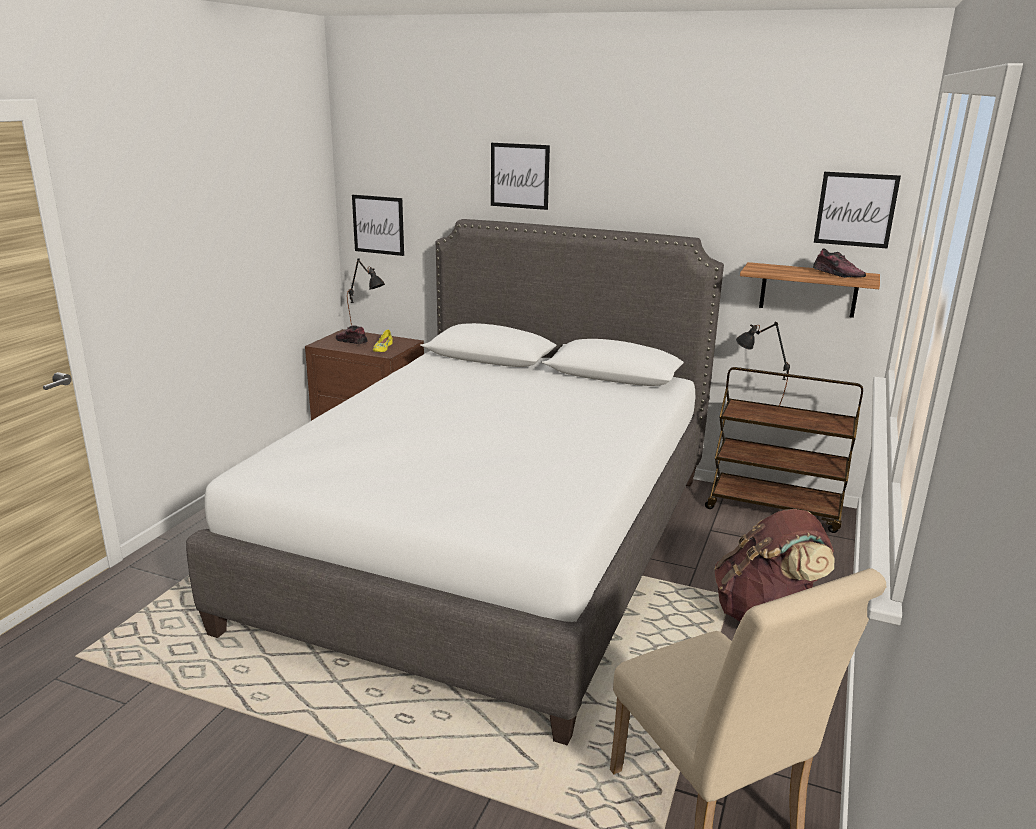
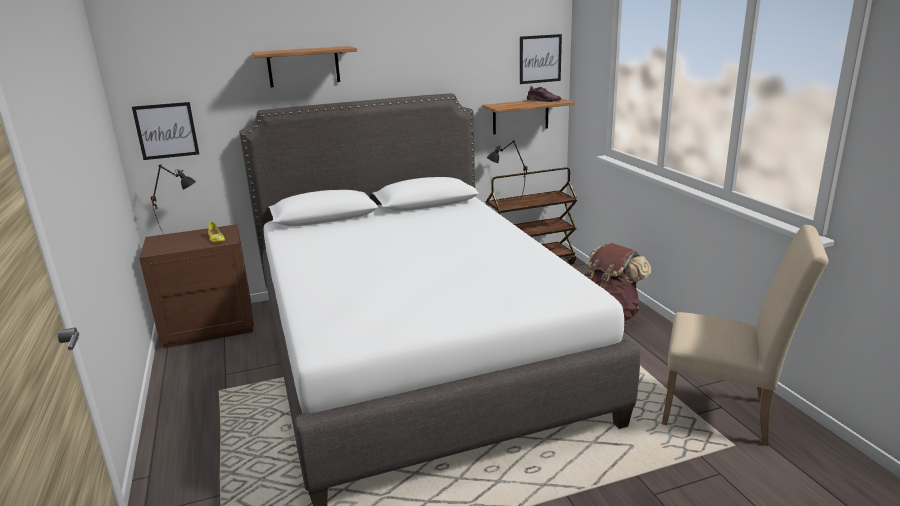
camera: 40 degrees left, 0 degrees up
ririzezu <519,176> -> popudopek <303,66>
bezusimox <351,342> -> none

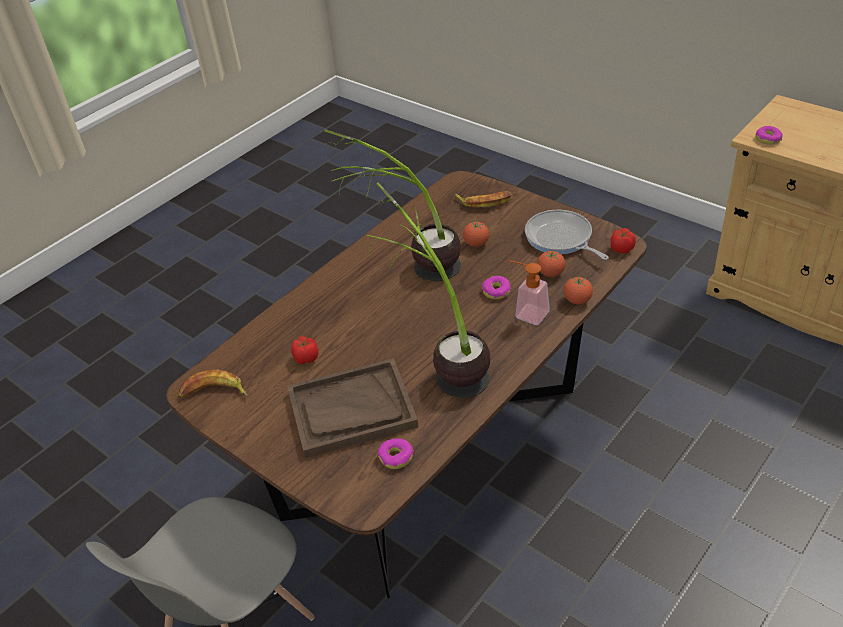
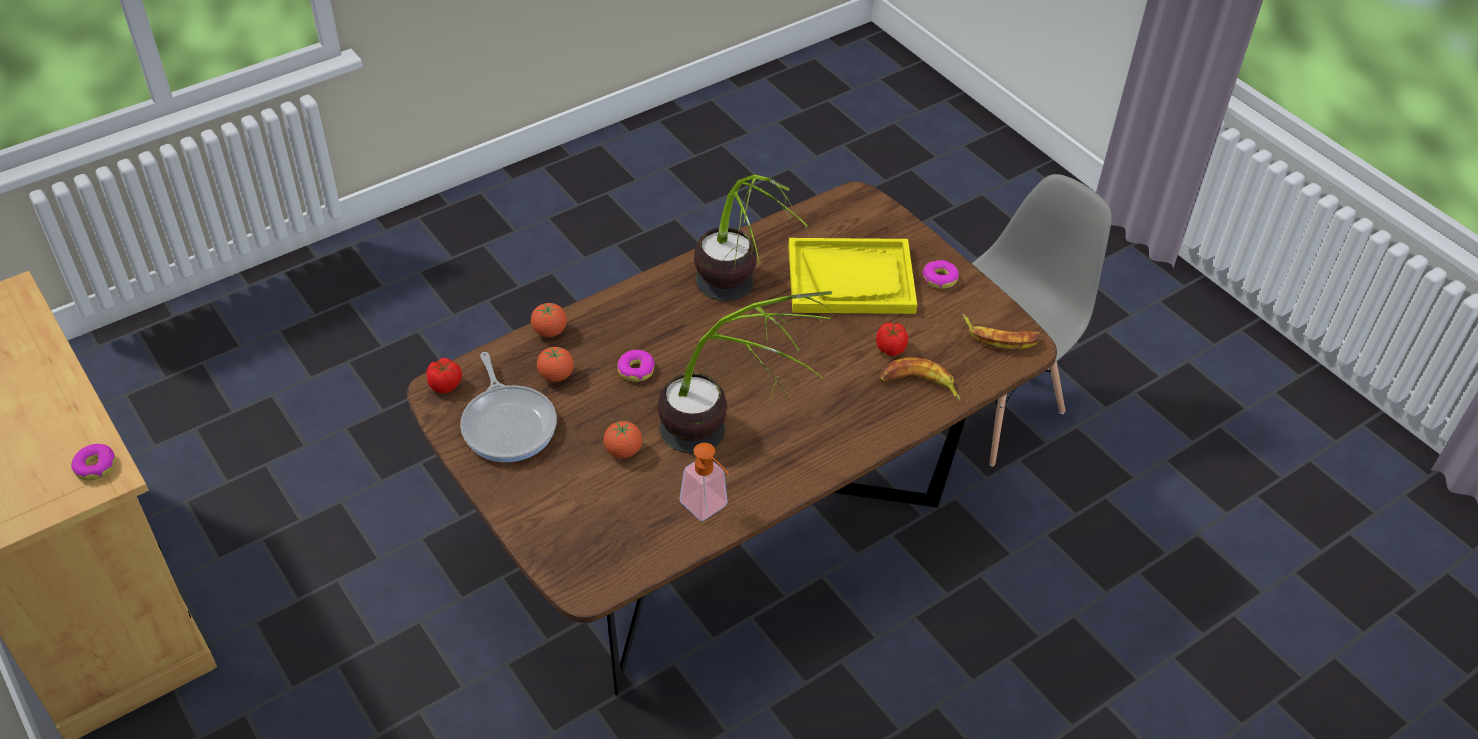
camera: 170 degrees left, 5 degrees up
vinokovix <527,313> -> vinokovix <708,508>, shifted
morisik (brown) <351,410> -> morisik (yellow) <851,279>
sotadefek <484,201> -> sotadefek <919,385>, shifted
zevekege <396,457> -> zevekege <939,278>, shifted

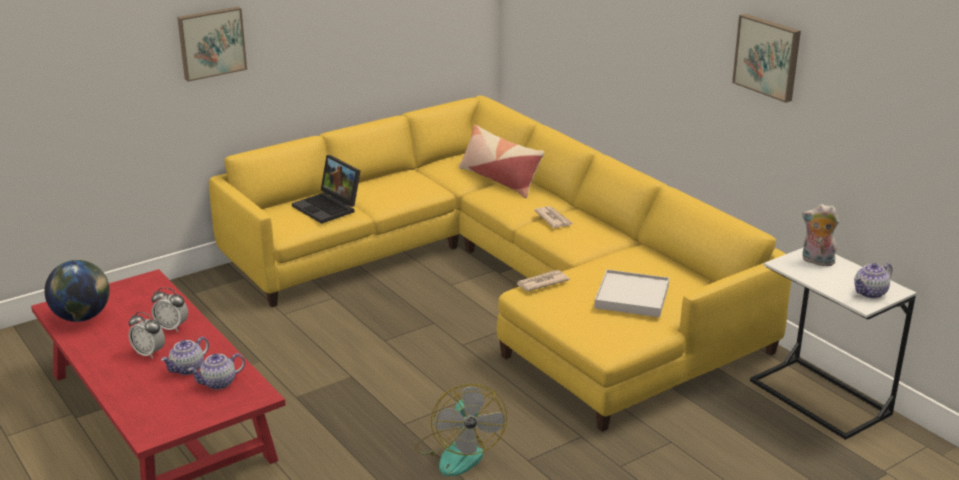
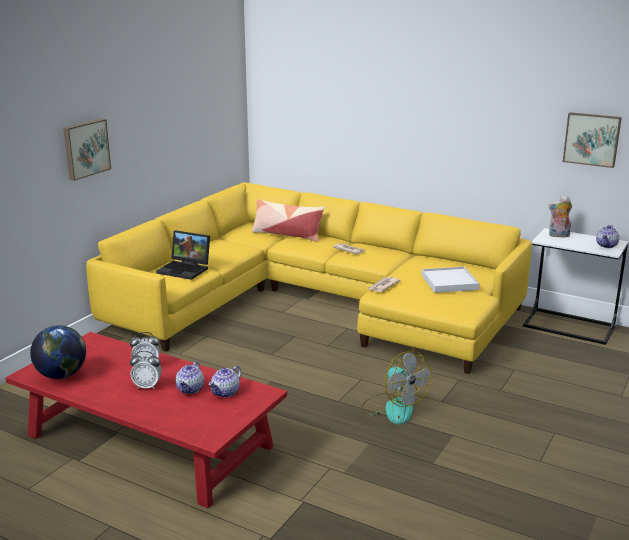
camera: 25 degrees left, 5 degrees down
ririzezu <768,56> -> ririzezu <592,139>, shifted

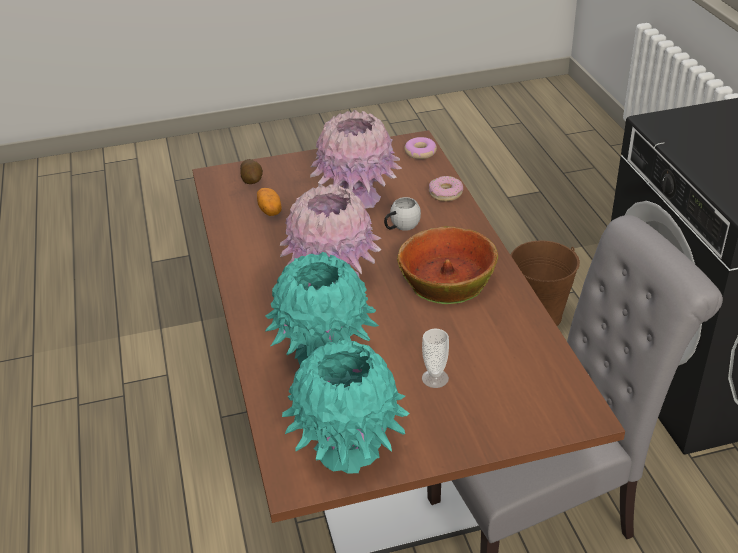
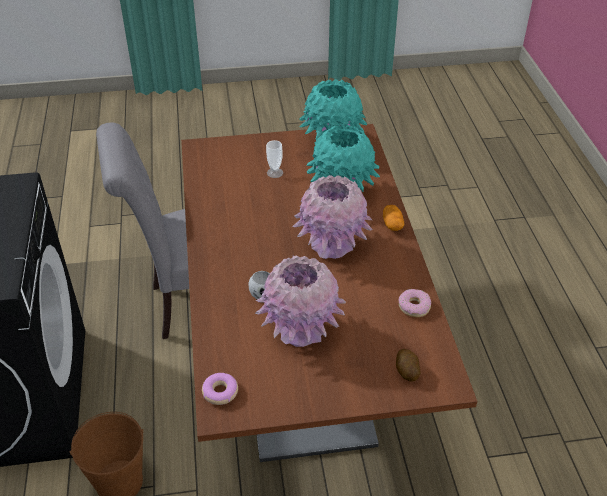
camera: 175 degrees left, 5 degrees up
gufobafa <270,210> -> gufobafa <392,224>, shifted
zevekege <445,193> -> zevekege <414,306>, shifted
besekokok <447,278> -> none

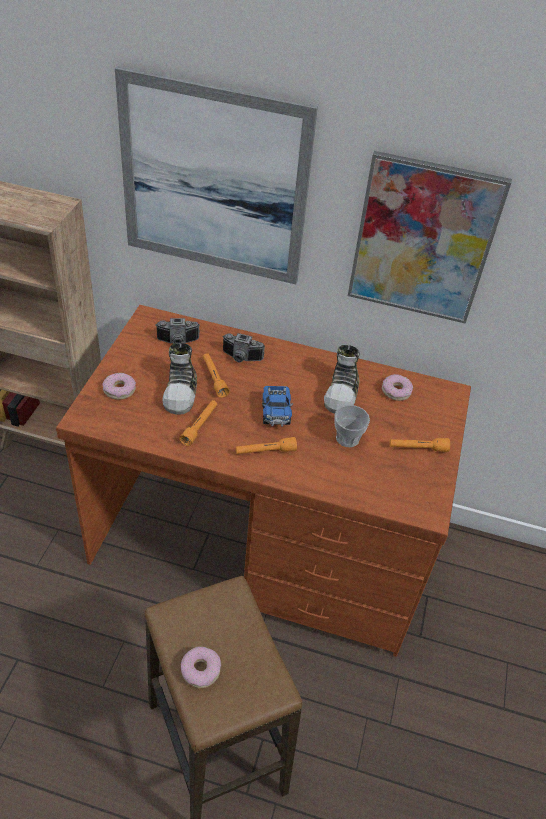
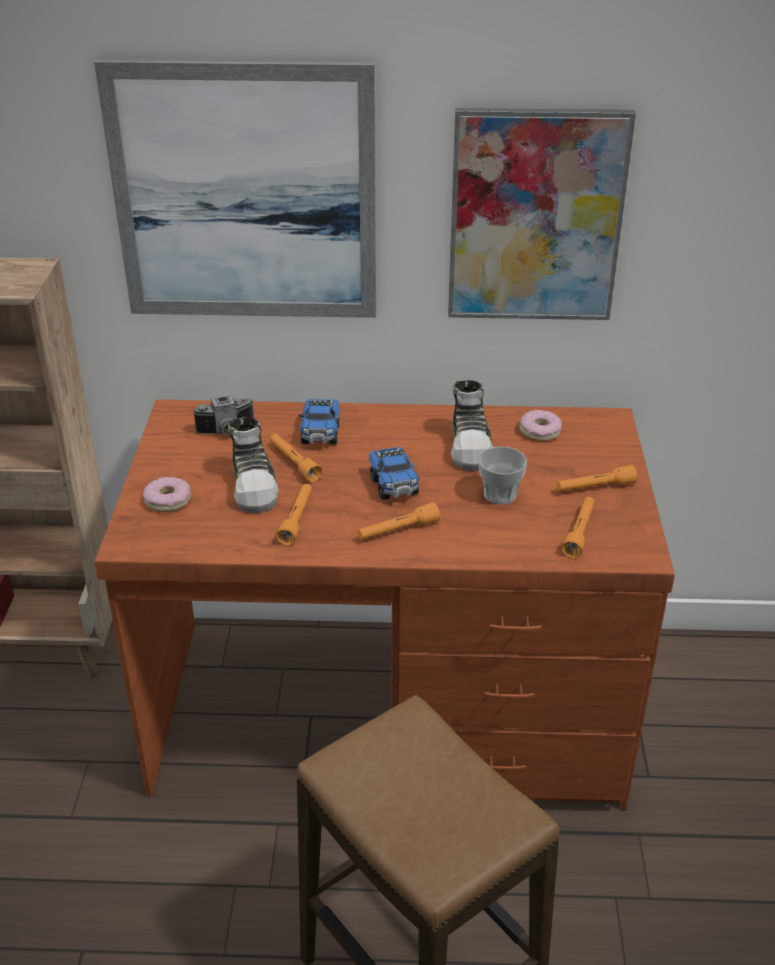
camera: 10 degrees left, 10 degrees down
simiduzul <241,358> -> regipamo <320,434>
none -> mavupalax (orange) <579,532>
zevekege <201,670> -> none

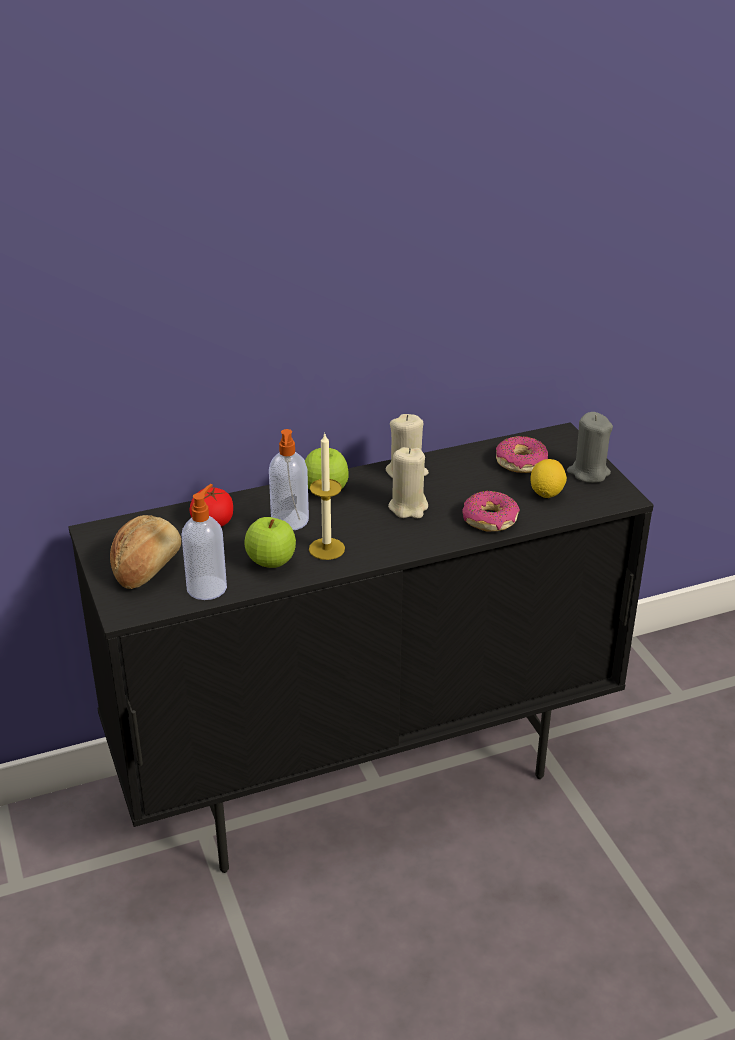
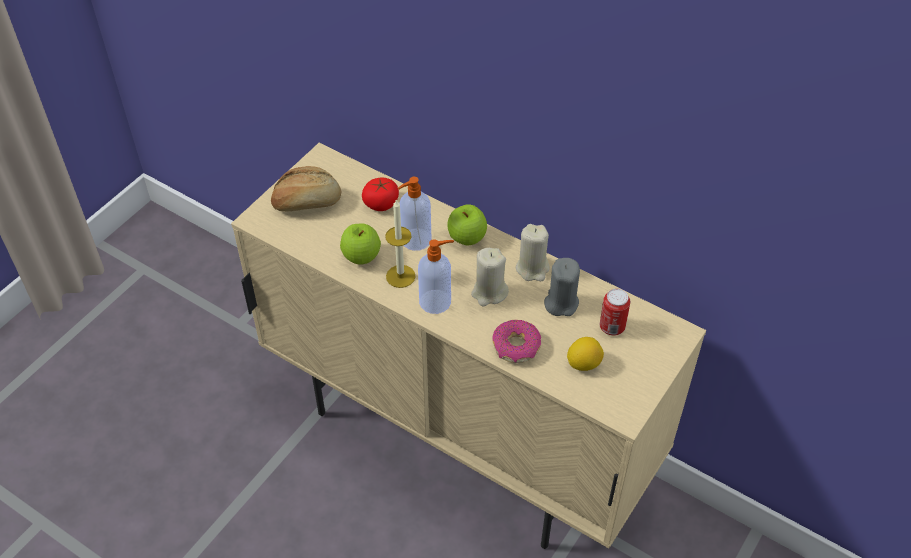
camera: 55 degrees right, 15 degrees up
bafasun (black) <365,775> -> bafasun (beige) <459,439>
vinokovix <207,587> -> vinokovix <436,301>, shifted
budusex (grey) <588,473> -> budusex (grey) <561,303>, shifted
zevekege <521,462> -> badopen <612,327>

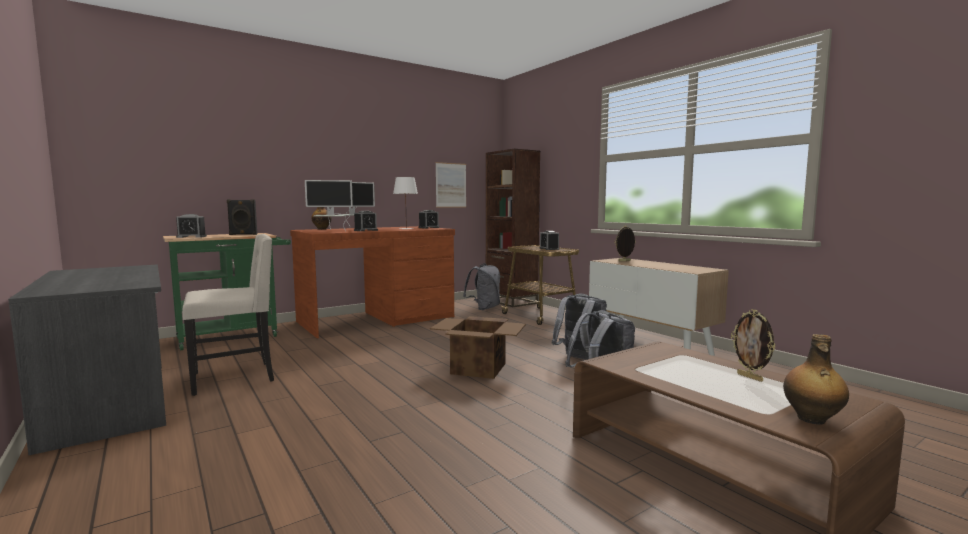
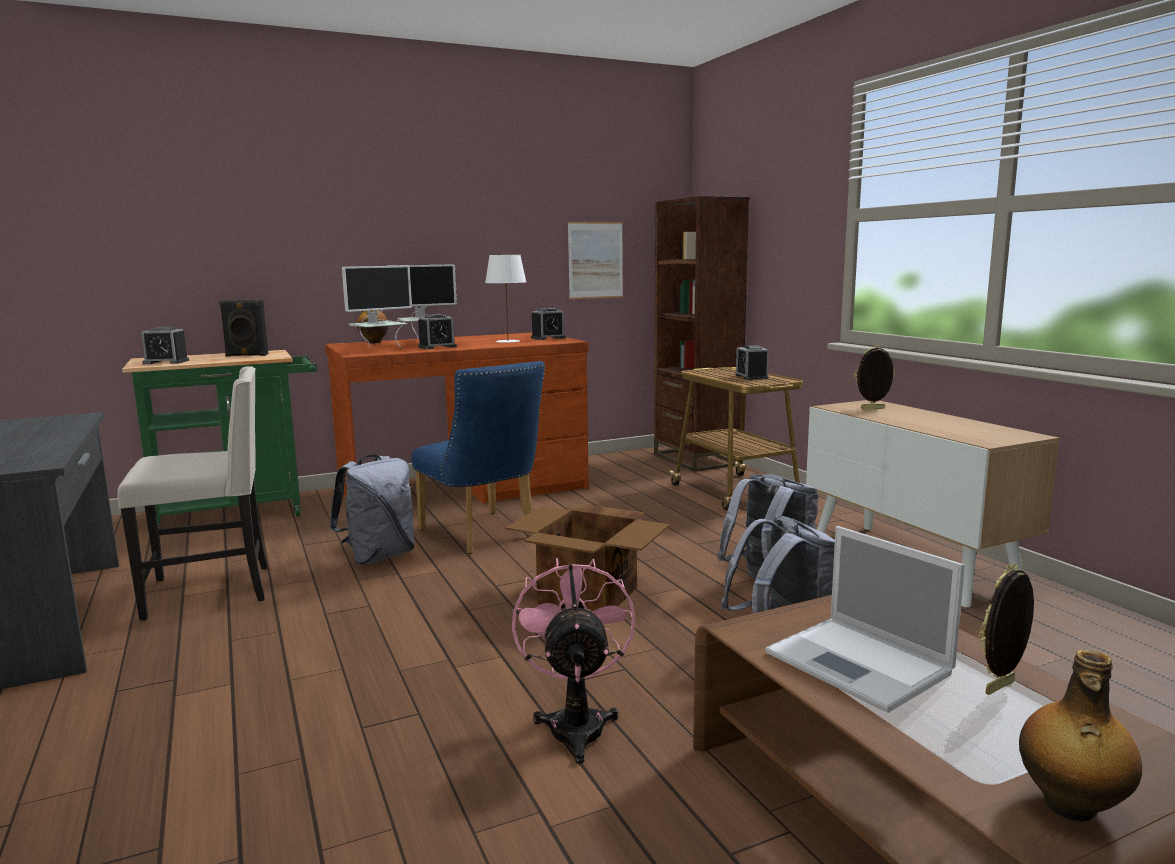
camera: 10 degrees right, 5 degrees up
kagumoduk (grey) <484,308> -> kagumoduk (grey) <379,557>, shifted
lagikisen <331,231> -> lagikisen <380,349>, 45 degrees counterclockwise
none -> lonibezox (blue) <483,535>
none -> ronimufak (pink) <576,723>
none -> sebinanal <861,664>
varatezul <750,377> -> varatezul <1001,688>, 75 degrees clockwise

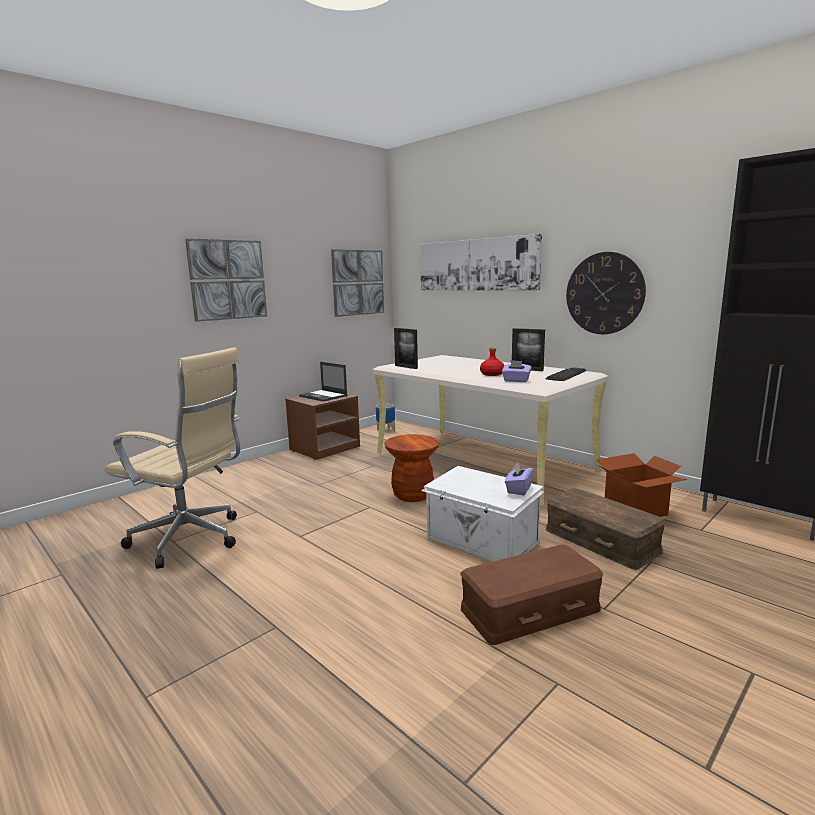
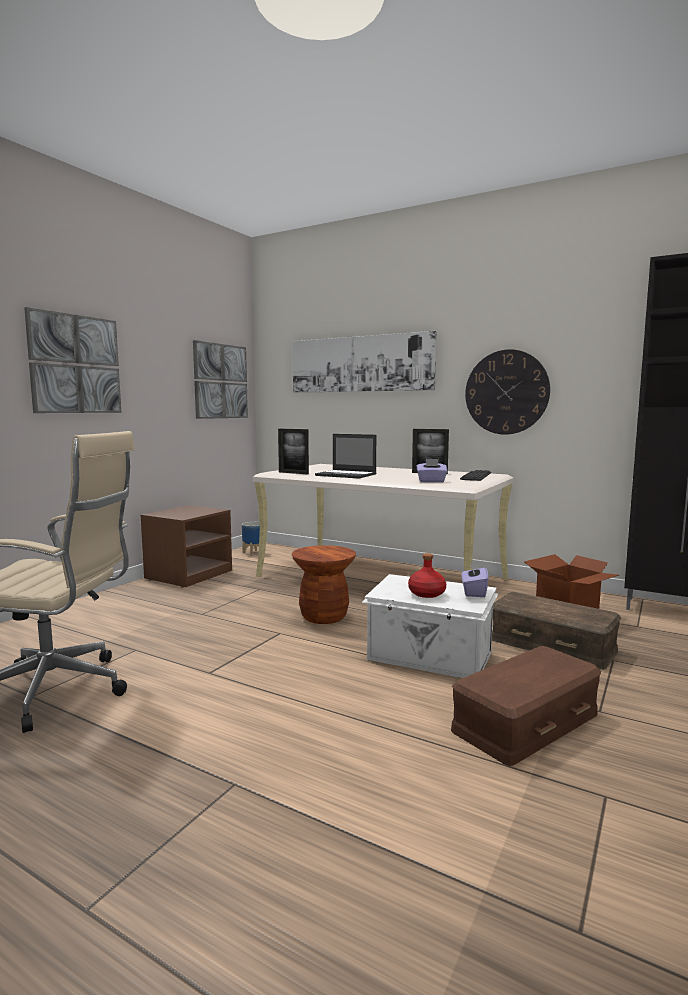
camera: 15 degrees left, 5 degrees down
sebinanal <323,396> -> sebinanal <346,475>, shifted
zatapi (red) <492,374> -> zatapi (red) <427,593>, shifted

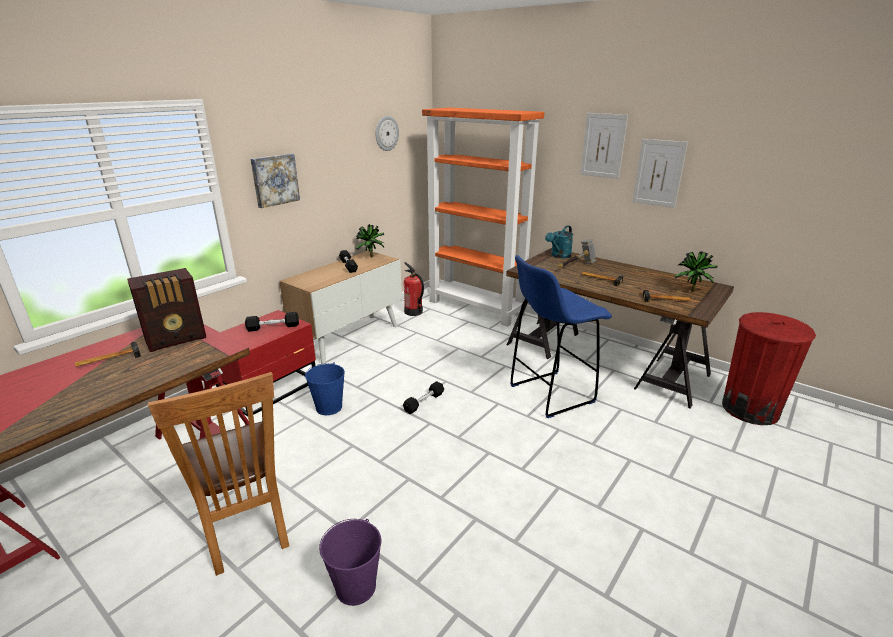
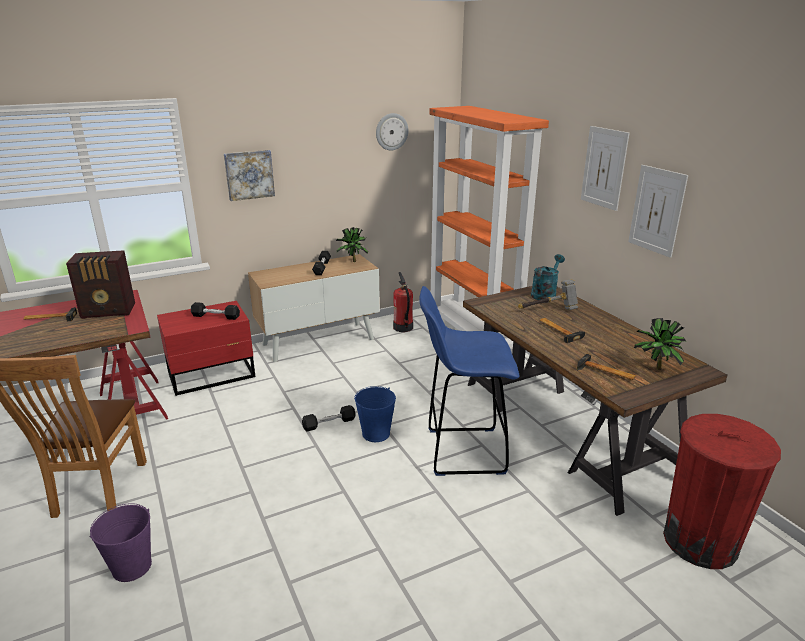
camera: 25 degrees right, 0 degrees up
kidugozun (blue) <329,407> -> kidugozun (blue) <376,433>, shifted
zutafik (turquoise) <559,256> -> zutafik (turquoise) <545,294>, 150 degrees clockwise

